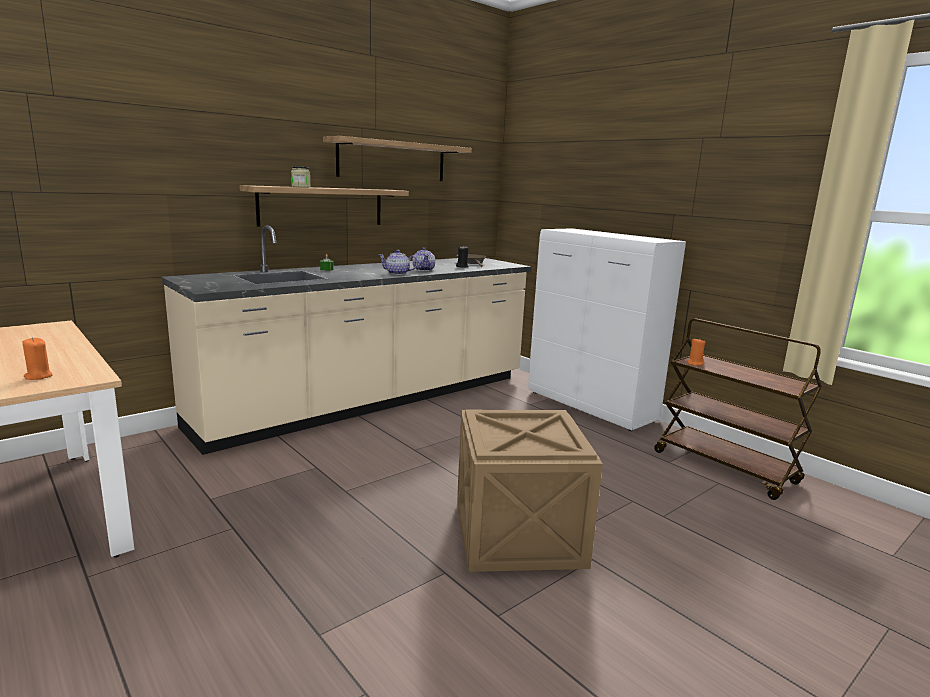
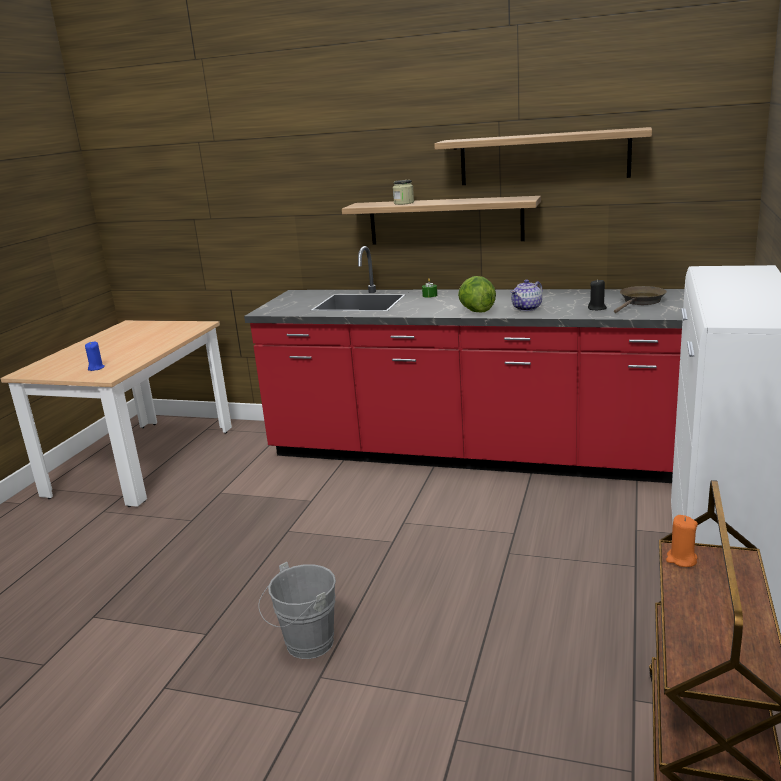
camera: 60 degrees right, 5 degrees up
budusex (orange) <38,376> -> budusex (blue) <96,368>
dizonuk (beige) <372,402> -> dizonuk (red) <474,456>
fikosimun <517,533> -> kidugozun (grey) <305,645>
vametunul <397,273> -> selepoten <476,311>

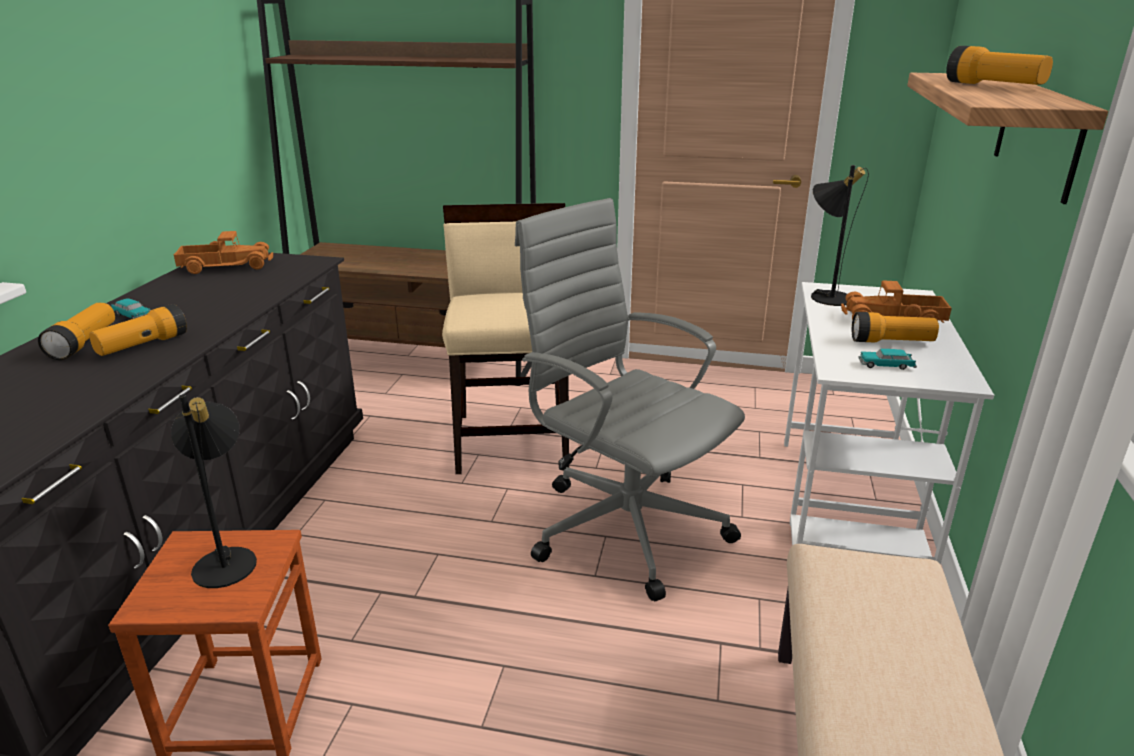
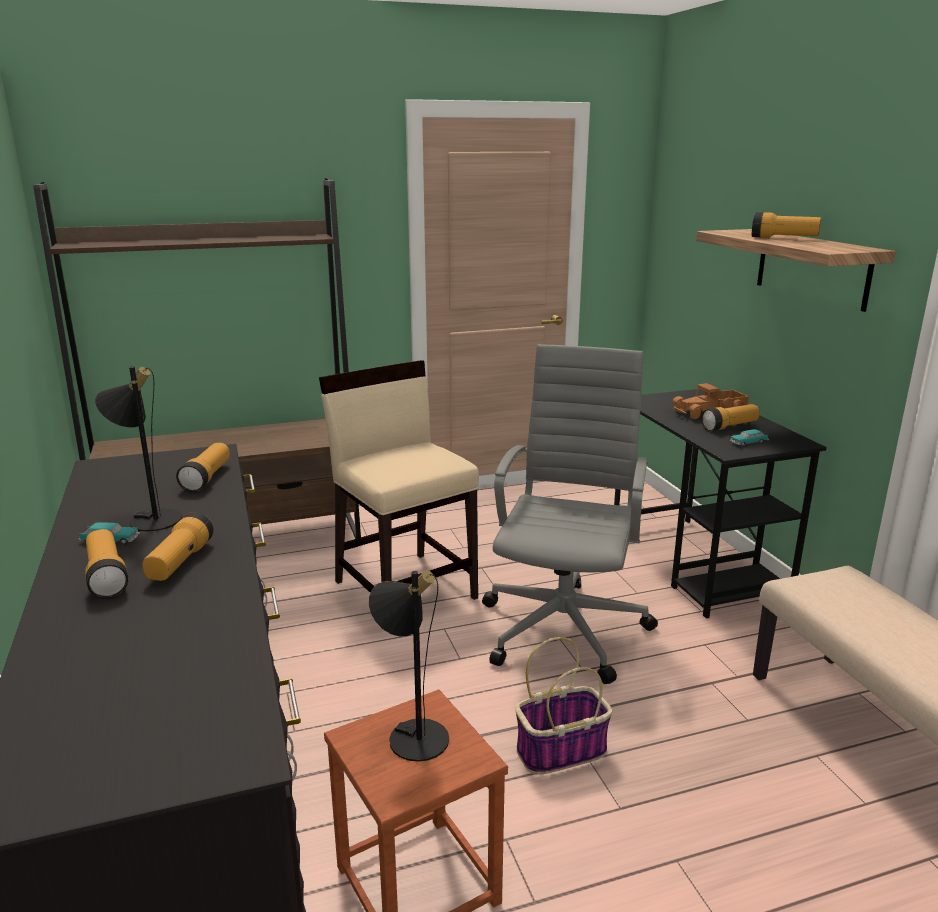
camera: 30 degrees left, 5 degrees down
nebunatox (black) <826,295> -> nebunatox (black) <149,517>, shifted
none -> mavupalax <207,478>
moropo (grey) <624,525> -> moropo (grey) <565,626>, 90 degrees clockwise
none -> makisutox <562,750>
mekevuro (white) <849,507> -> mekevuro (black) <696,564>
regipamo <226,266> -> none

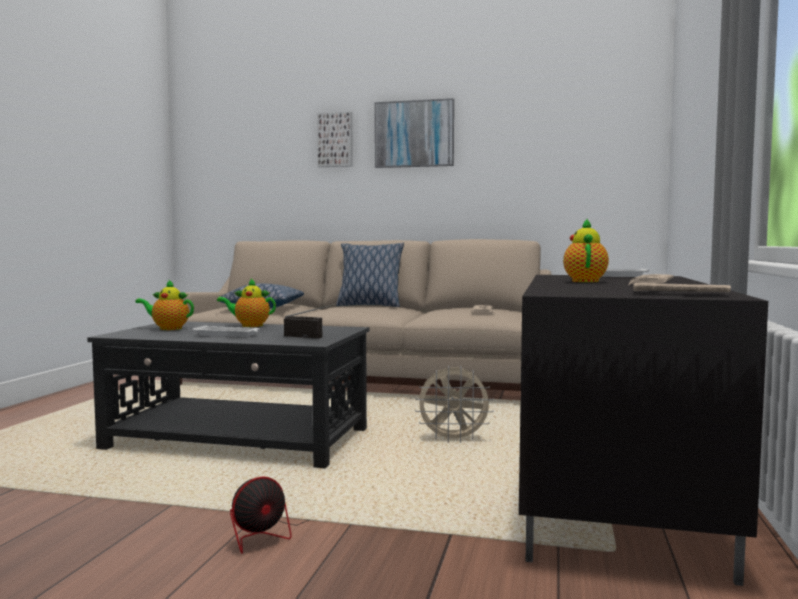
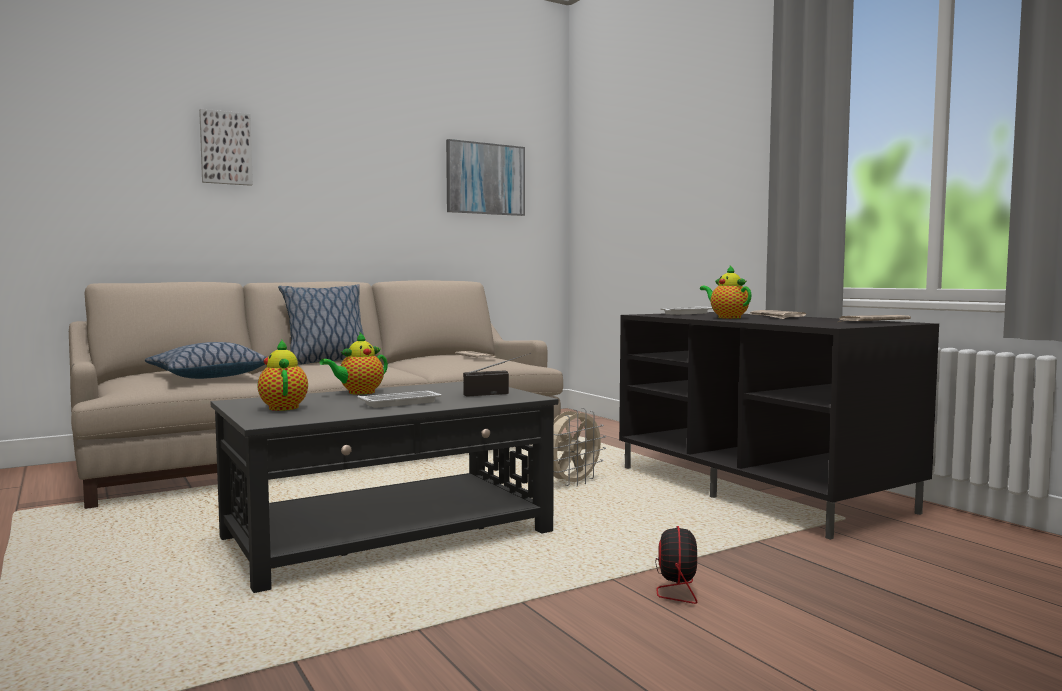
camera: 45 degrees left, 0 degrees up
vametunul <168,328> -> vametunul <283,407>, 105 degrees clockwise
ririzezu <414,134> -> ririzezu <485,179>, shifted

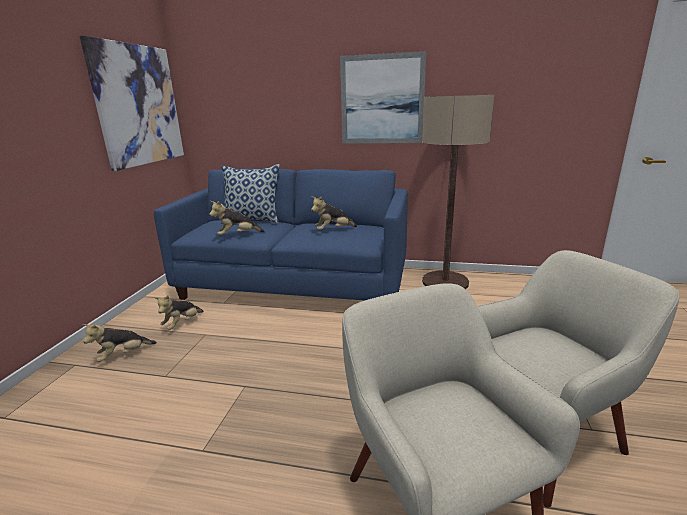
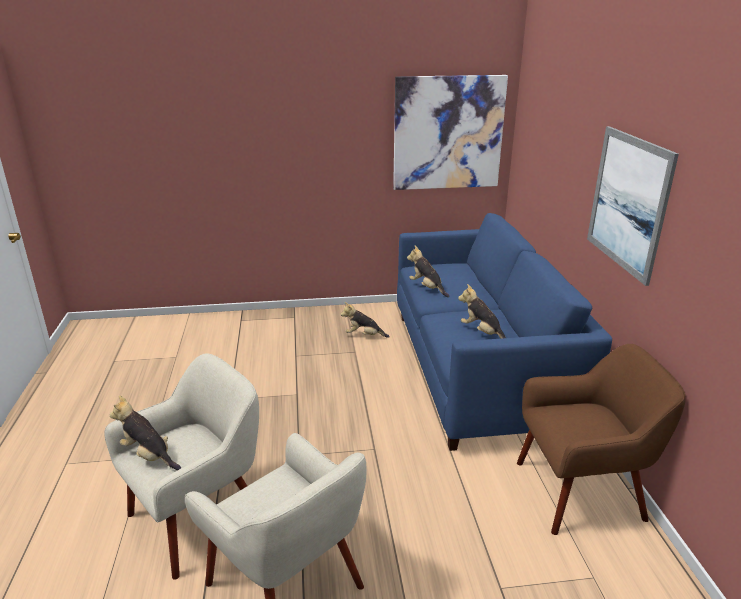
camera: 70 degrees right, 5 degrees up
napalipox <123,355> -> napalipox <149,455>, shifted
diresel <445,282> -> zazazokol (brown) <581,491>
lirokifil <253,220> -> none

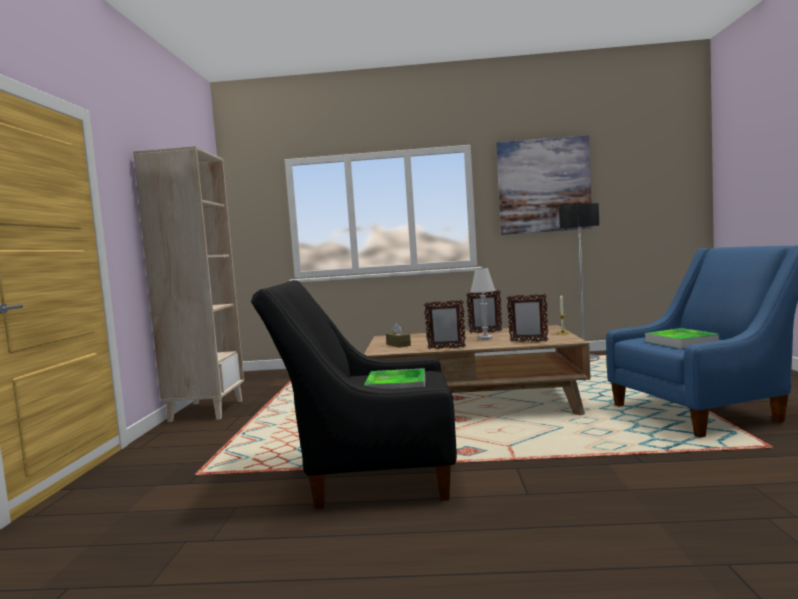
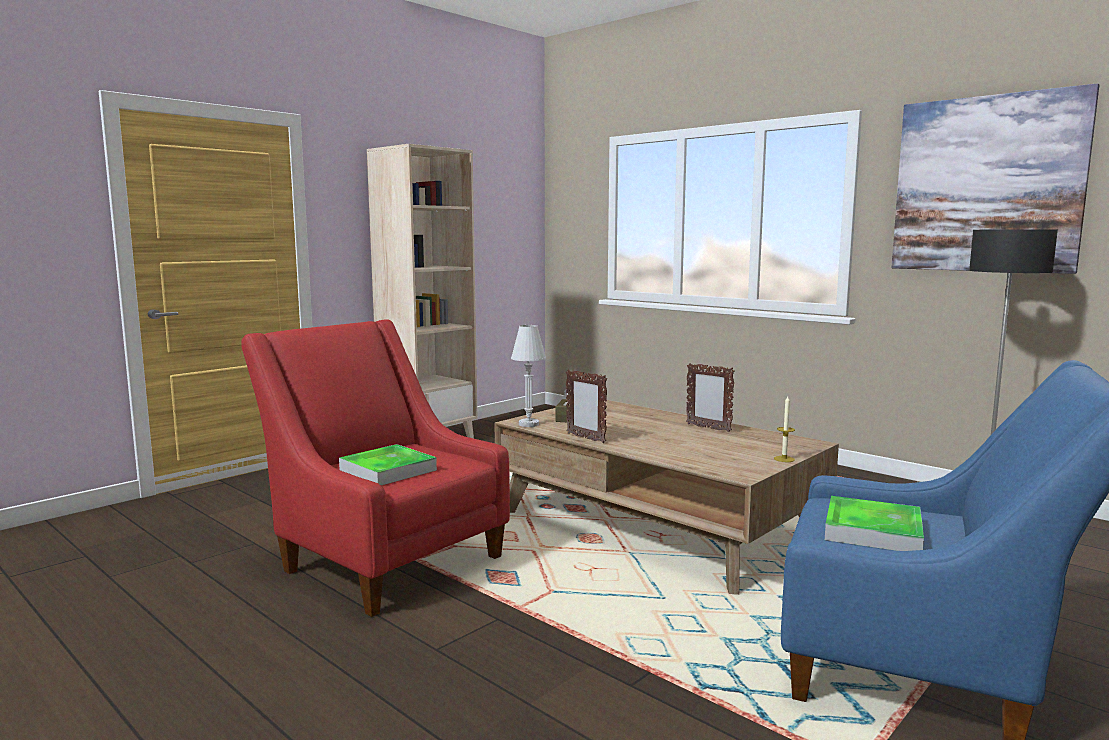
camera: 40 degrees right, 5 degrees up
zazazokol (black) <369,473> -> zazazokol (red) <384,559>
nebunatox (white) <485,338> -> nebunatox (white) <529,424>, shifted
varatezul <528,341> -> none

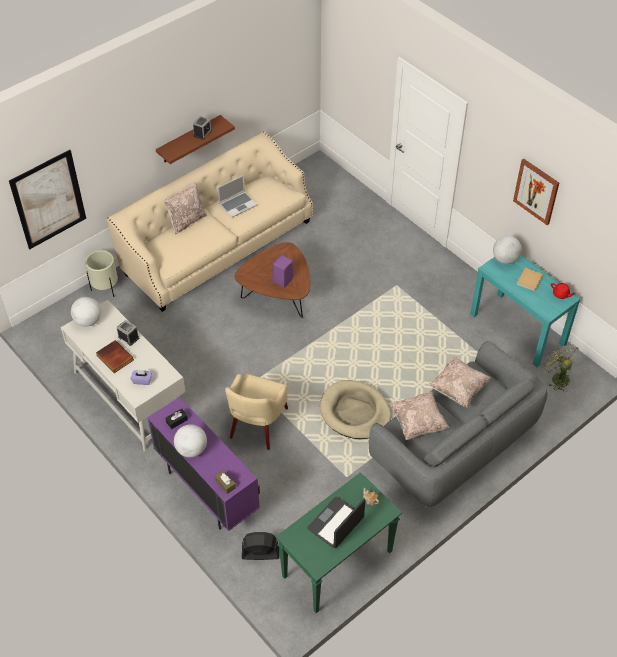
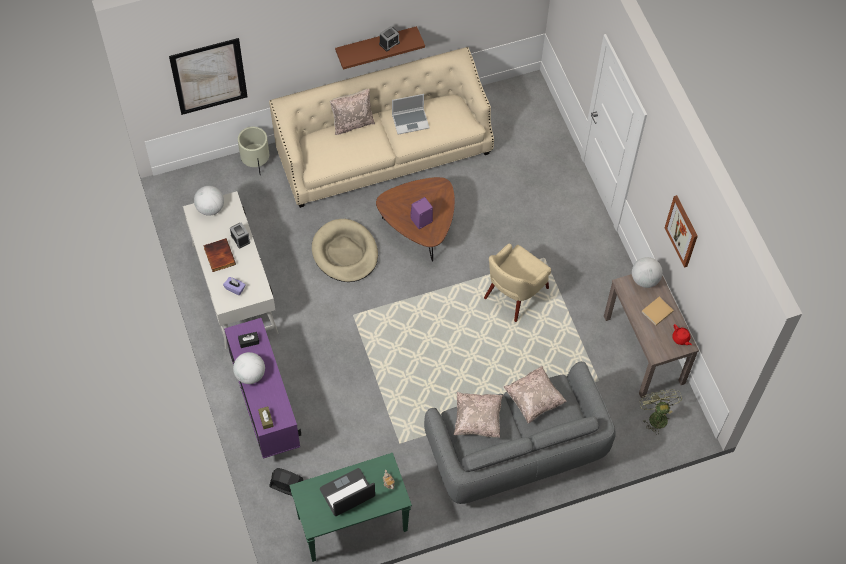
camera: 20 degrees right, 10 degrees up
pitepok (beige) <355,412> -> pitepok (beige) <345,253>, shifted
zazazokol (beige) <257,424> -> zazazokol (beige) <514,294>, shifted
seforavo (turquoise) <518,329> -> seforavo (brown) <644,350>

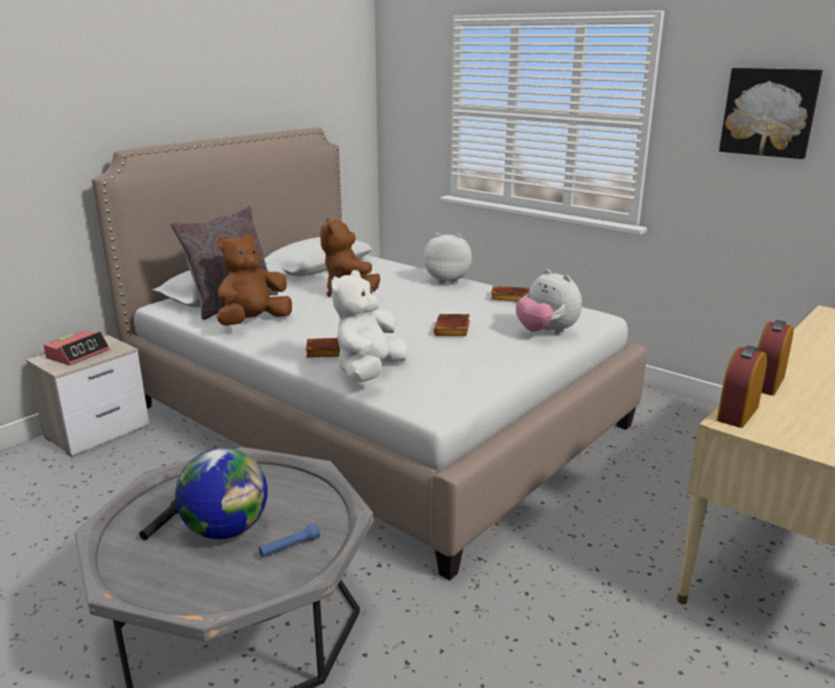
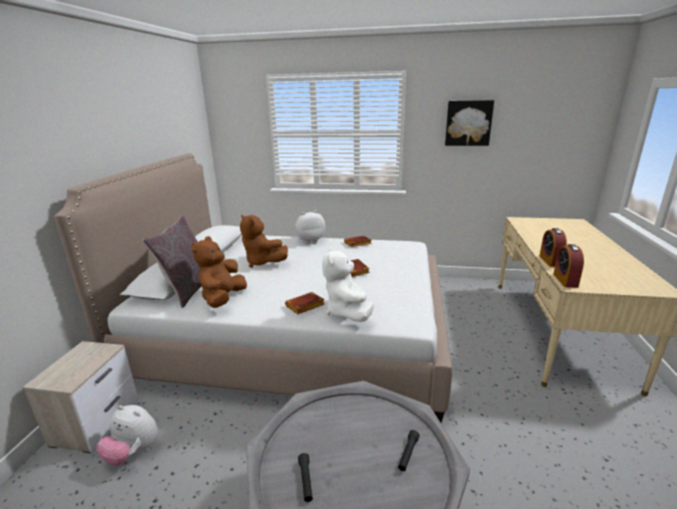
camera: 30 degrees left, 0 degrees up
napalipox <546,332> -> napalipox <133,452>, shifted
mavupalax (blue) <289,547> -> mavupalax (black) <408,454>
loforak <78,354> -> none
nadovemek <226,529> -> none

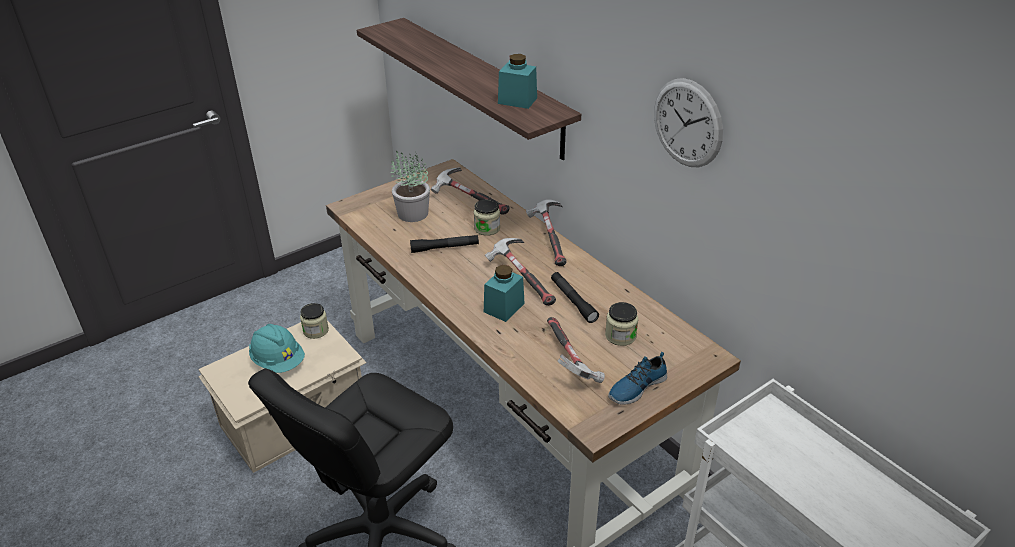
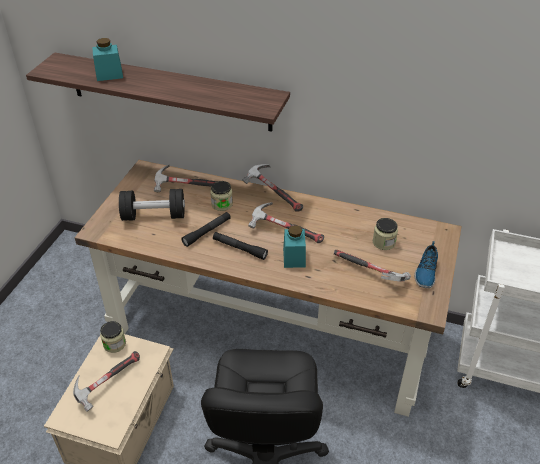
camera: 35 degrees left, 5 degrees up
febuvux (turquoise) <278,361> -> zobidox <107,383>
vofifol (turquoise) <517,100> -> vofifol (turquoise) <109,74>, shifted
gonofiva <412,213> -> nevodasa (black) <154,215>
mavupalax (black) <573,301> -> mavupalax (black) <239,249>, shifted
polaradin <687,123> -> none

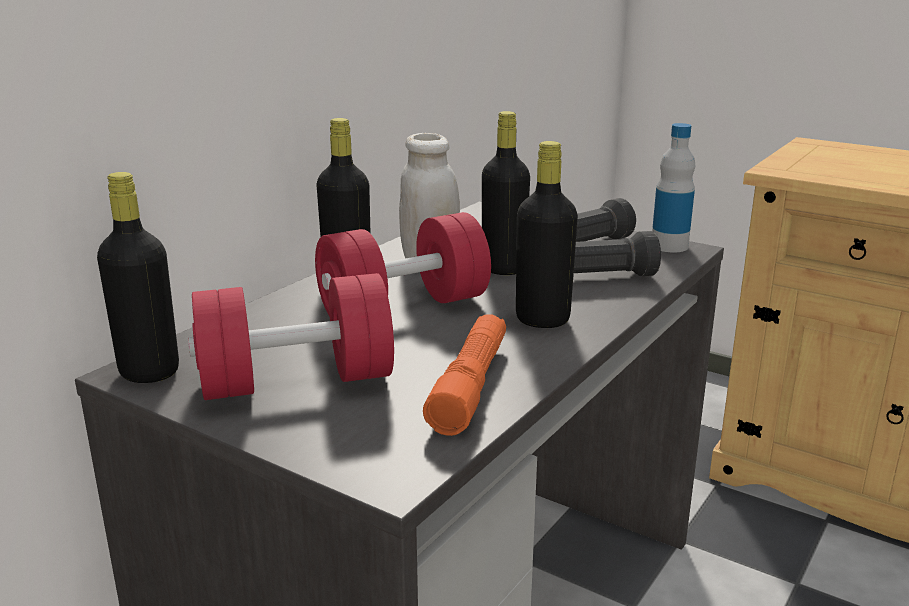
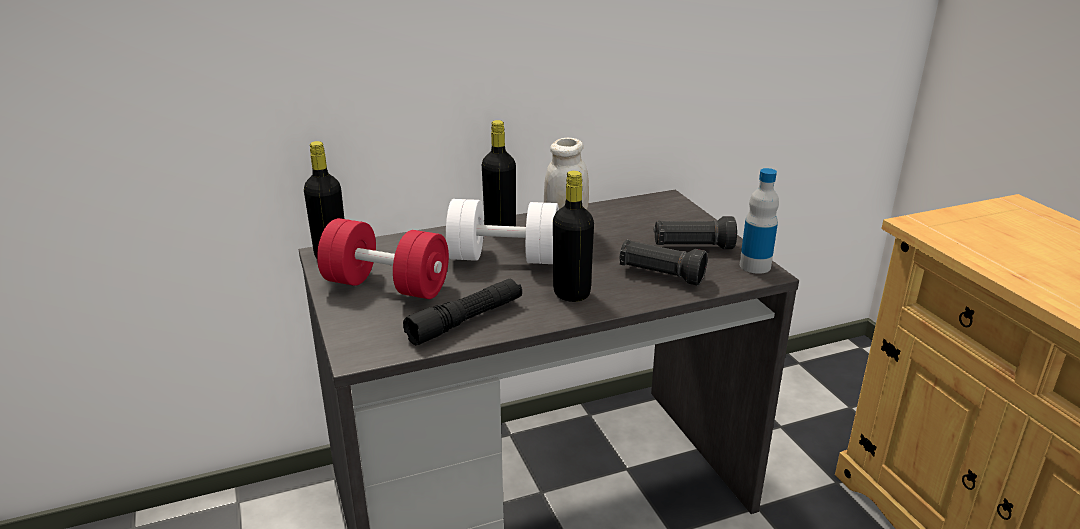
camera: 35 degrees right, 5 degrees up
mavupalax (orange) <470,385> -> mavupalax (black) <466,320>
nevodasa (red) <403,307> -> nevodasa (white) <504,258>
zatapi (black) <503,268> -> none

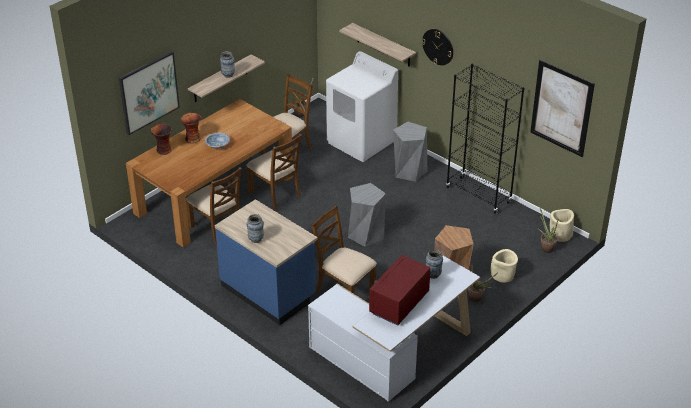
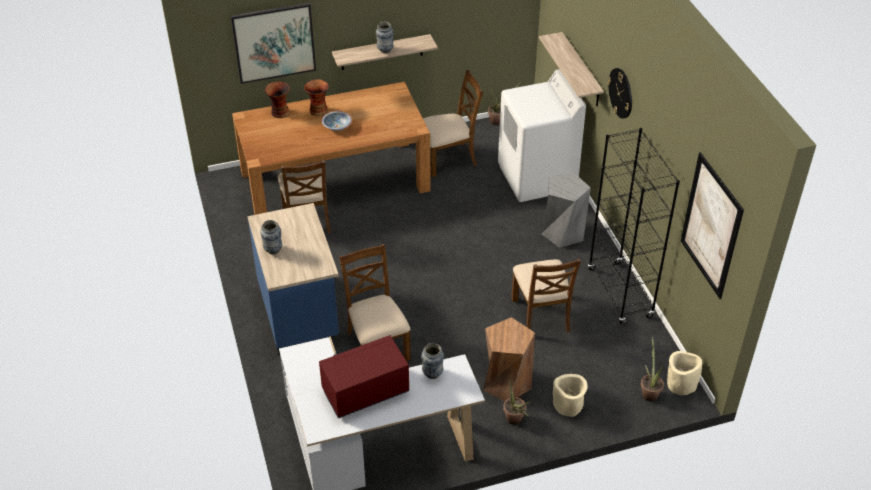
camera: 30 degrees right, 5 degrees up
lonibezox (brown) <275,194> -> lonibezox (brown) <541,315>, shifted
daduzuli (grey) <366,234> -> none

